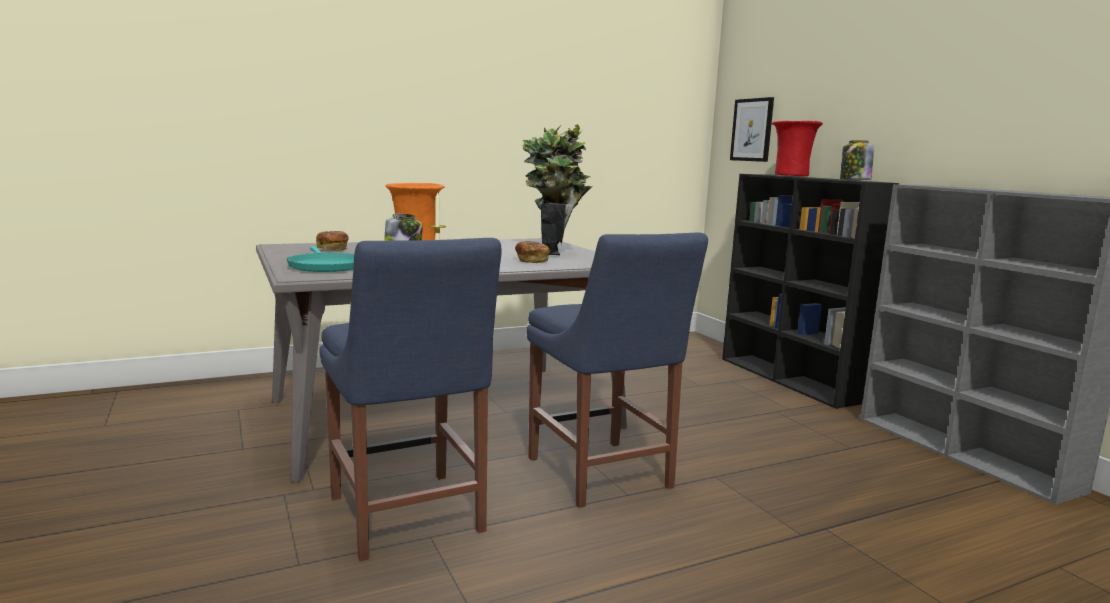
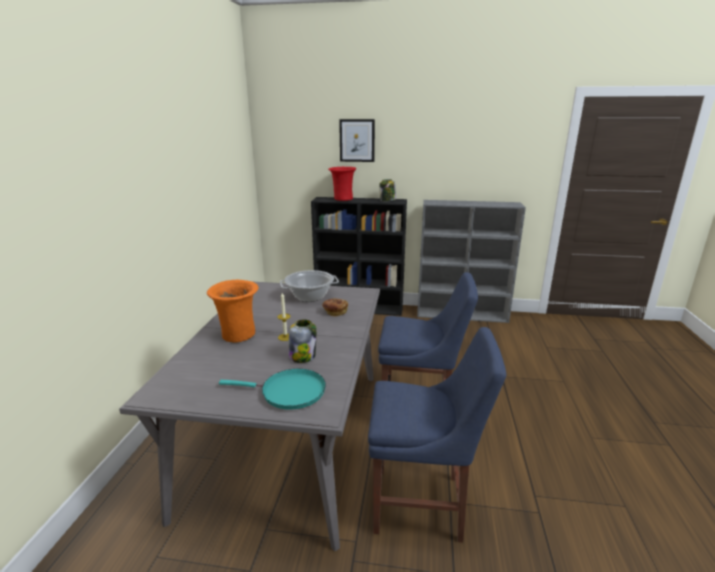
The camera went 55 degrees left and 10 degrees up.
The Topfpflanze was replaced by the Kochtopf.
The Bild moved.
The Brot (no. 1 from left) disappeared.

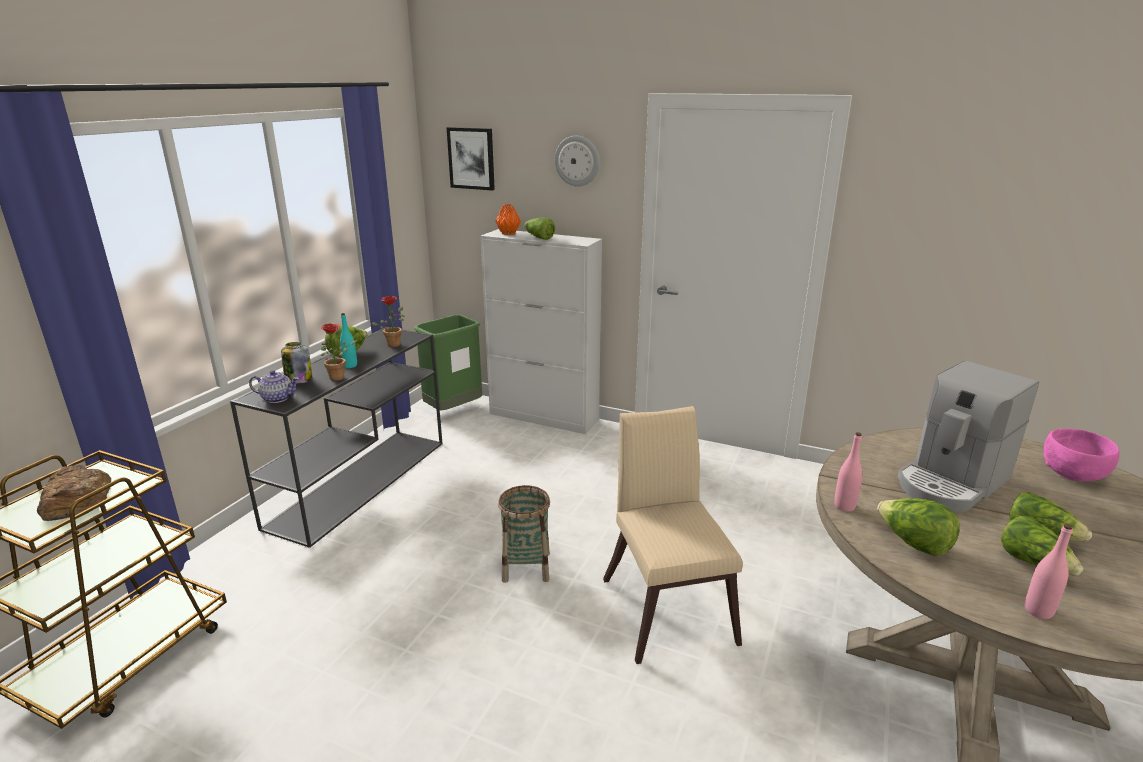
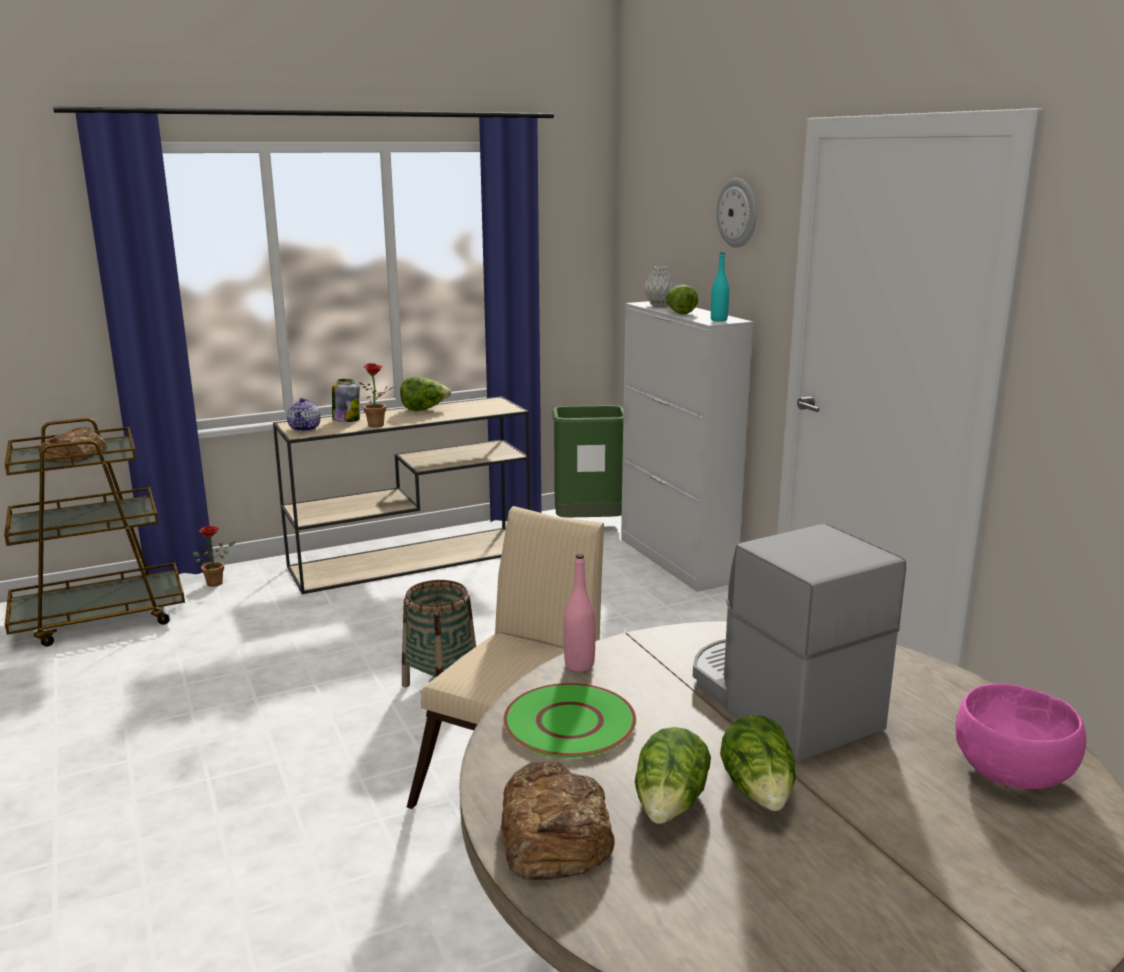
The camera went 40 degrees right and 5 degrees down.
The Topfpflanze (no. 2 from left in the first image) moved.
The Konsolentisch/schwarz became the Konsolentisch/beige.
The Teekanne turned 45 degrees clockwise.
The Flasche/rosa (no. 2 from left) was replaced by the Brot (no. 2 from left).
The Salatkopf (no. 3 from left) was replaced by the Teller/grün.
The Vase/orange became the Vase/grau.
The Kaffeemaschine turned 60 degrees clockwise.
The Flasche/türkis moved.
The Bild disappeared.

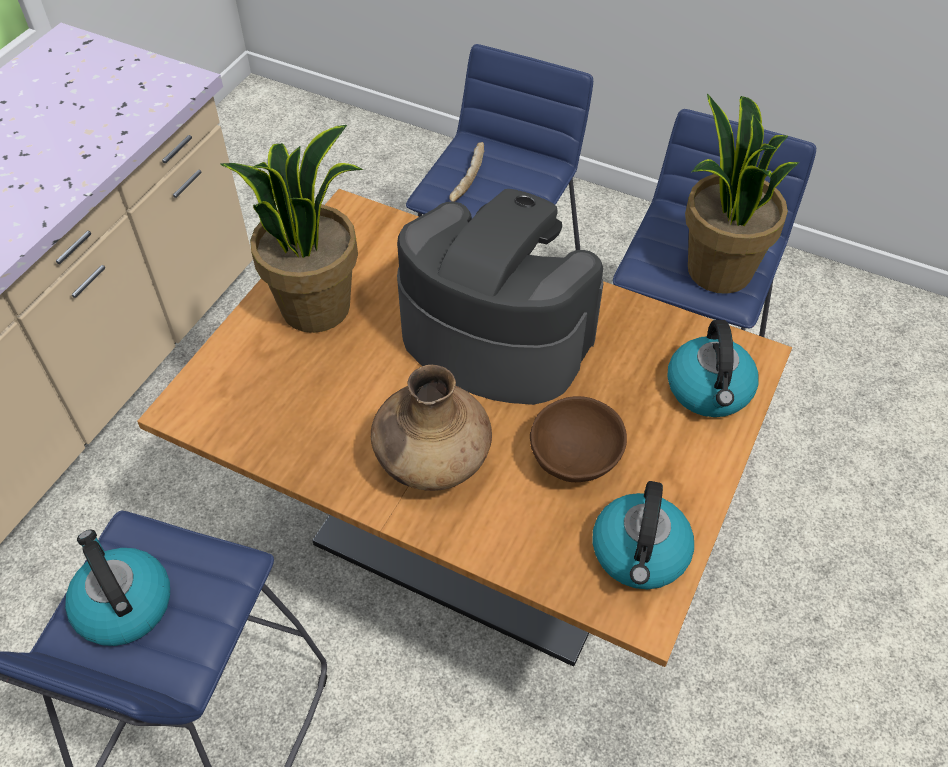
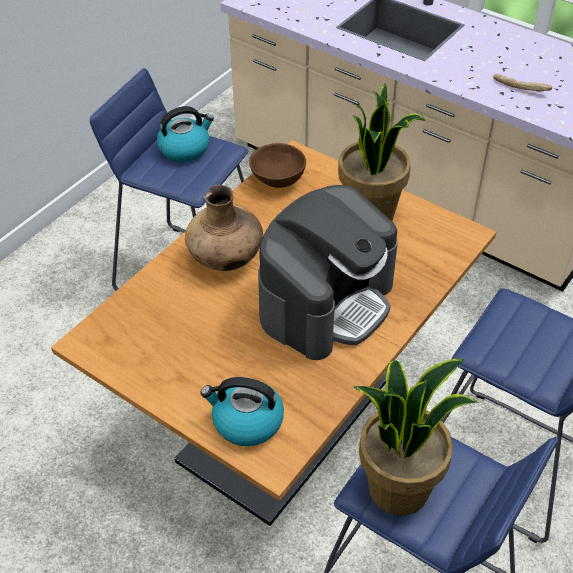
The camera went 100 degrees right and 5 degrees down.
The Schüssel/braun moved.
The Brot moved.
The Wasserkessel (no. 2 from left) disappeared.

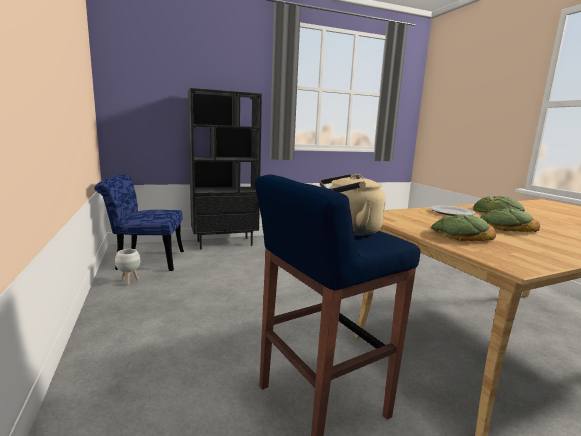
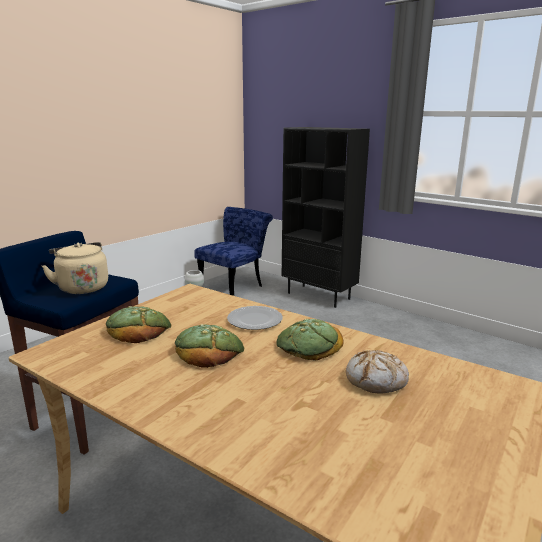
The camera went 60 degrees right and 5 degrees up.
The Stuhl/blau turned 75 degrees clockwise.
The Brot (no. 4 from left) appeared.

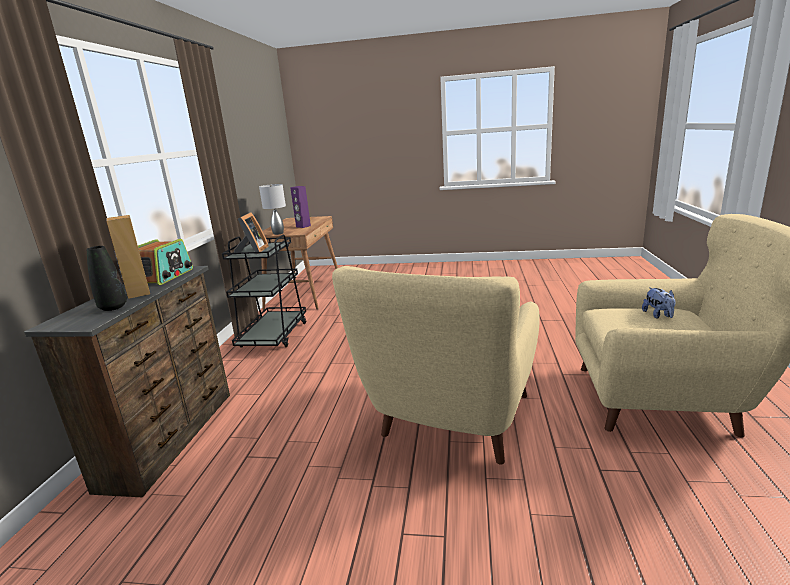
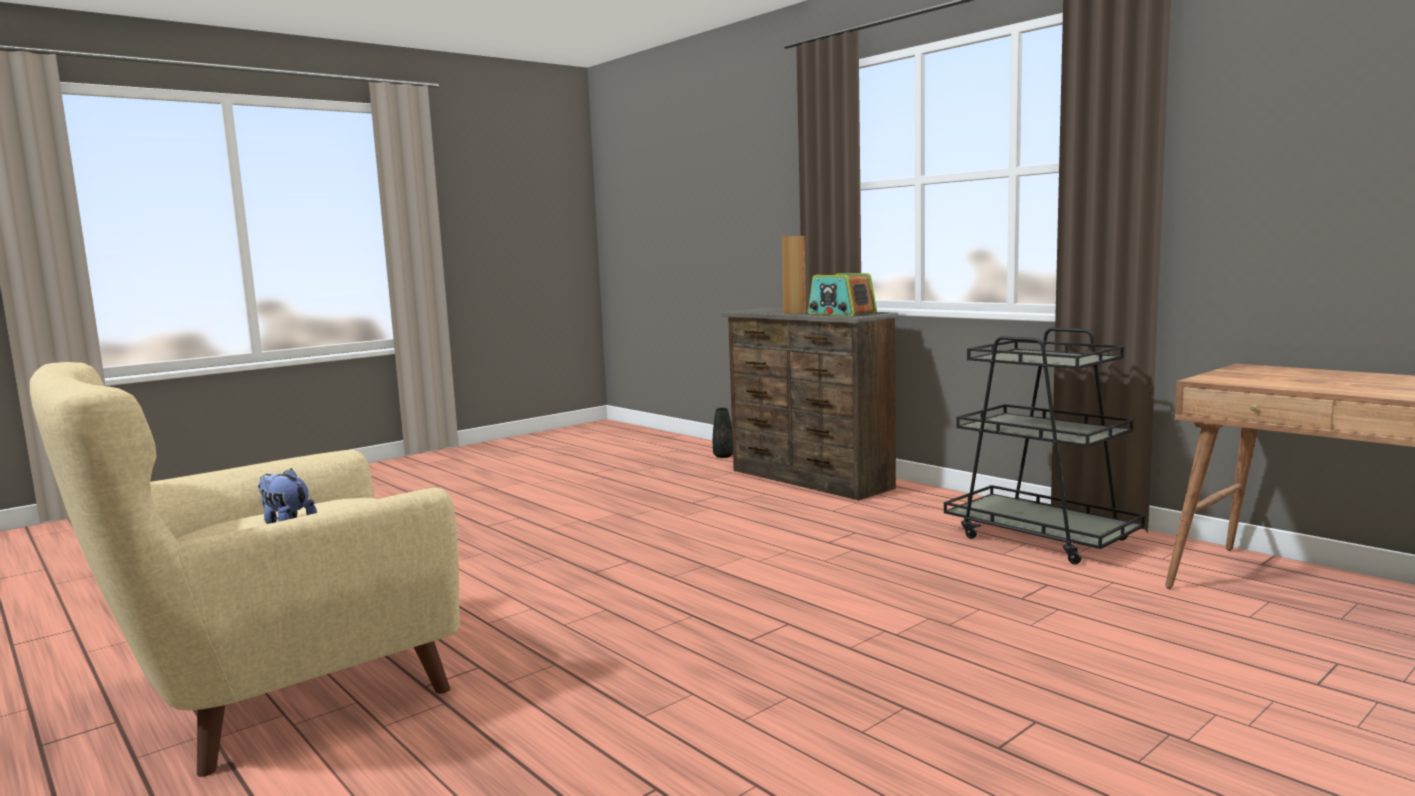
The camera went 130 degrees right and 10 degrees down.
The Vase/schwarz moved.
The Bilderrahmen disappeared.
The Tischlampe/grau disappeared.
The Lautsprecher/lila disappeared.
The Sessel/beige (no. 1 from left) disappeared.

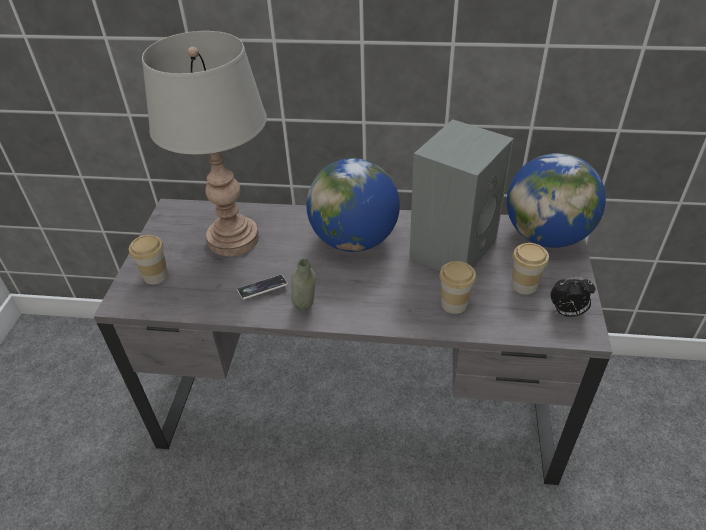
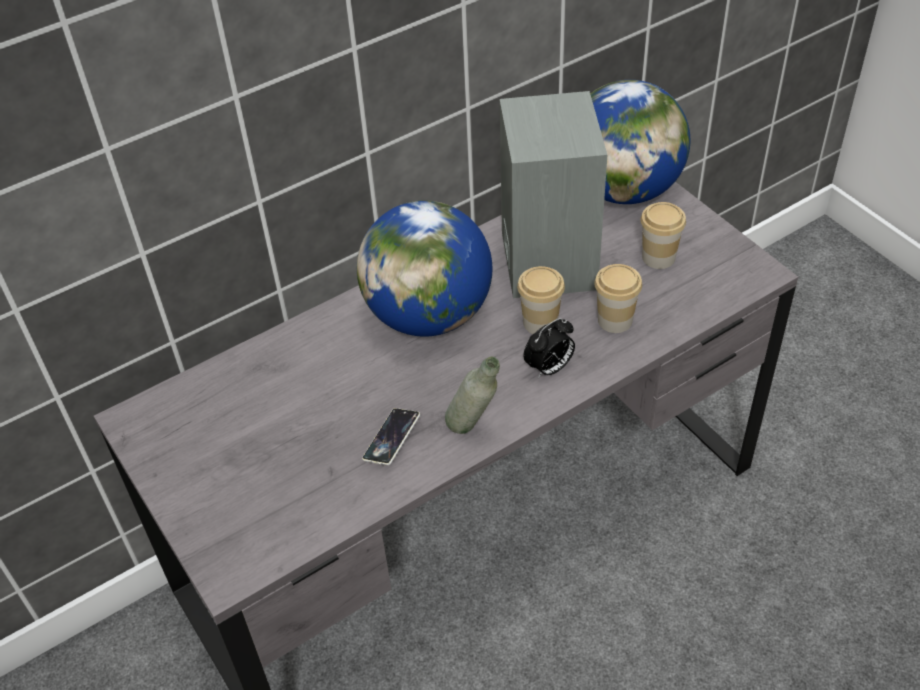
The camera went 40 degrees left and 5 degrees up.
The Tasse (no. 1 from left) moved.
The Wecker moved.
The Tischlampe/grau disappeared.

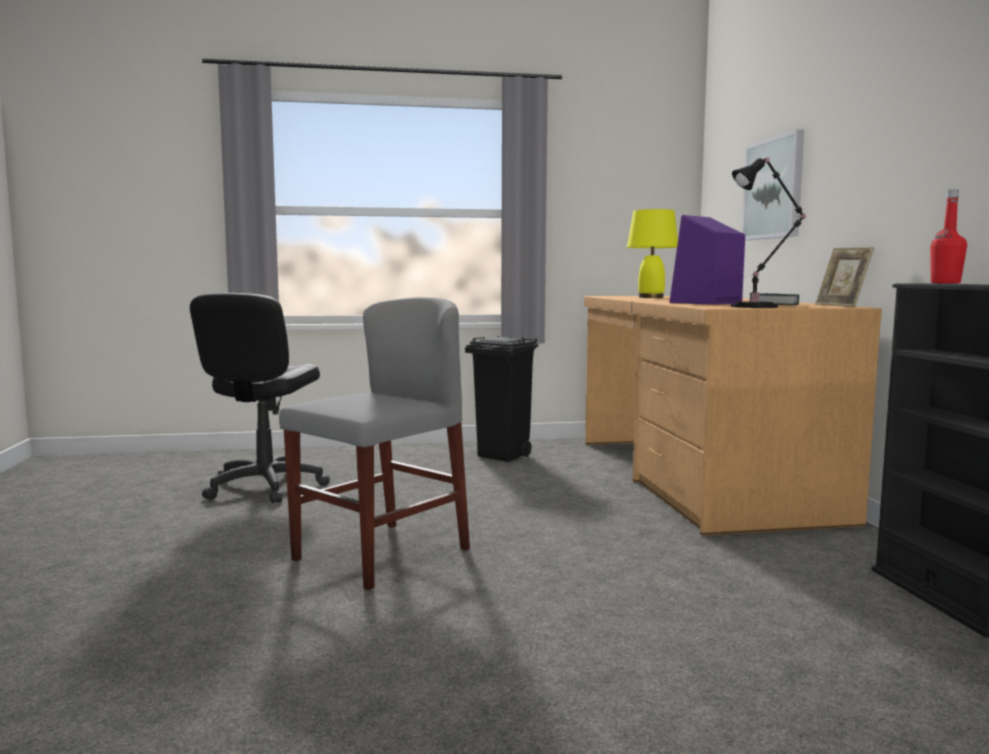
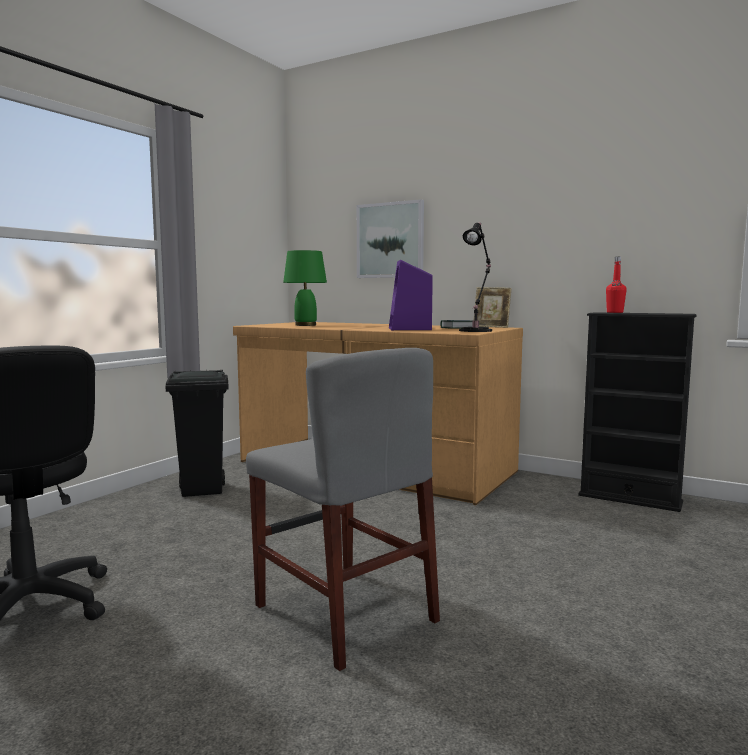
The camera went 50 degrees left and 0 degrees up.
The Stuhl/grau turned 150 degrees clockwise.
The Tischlampe/gelb became the Tischlampe/grün.

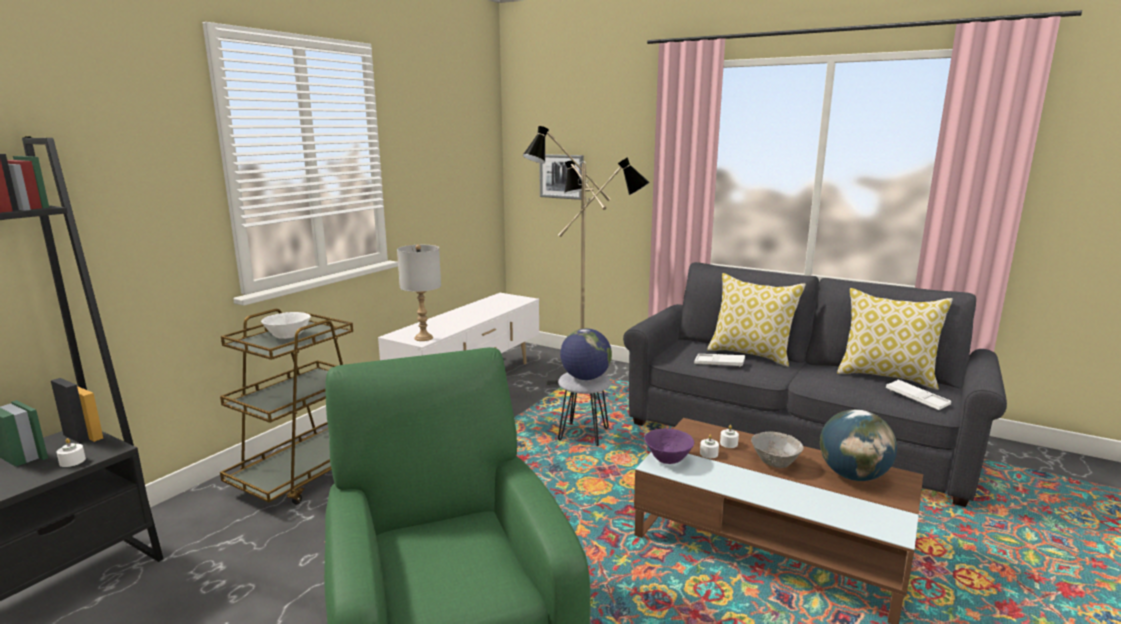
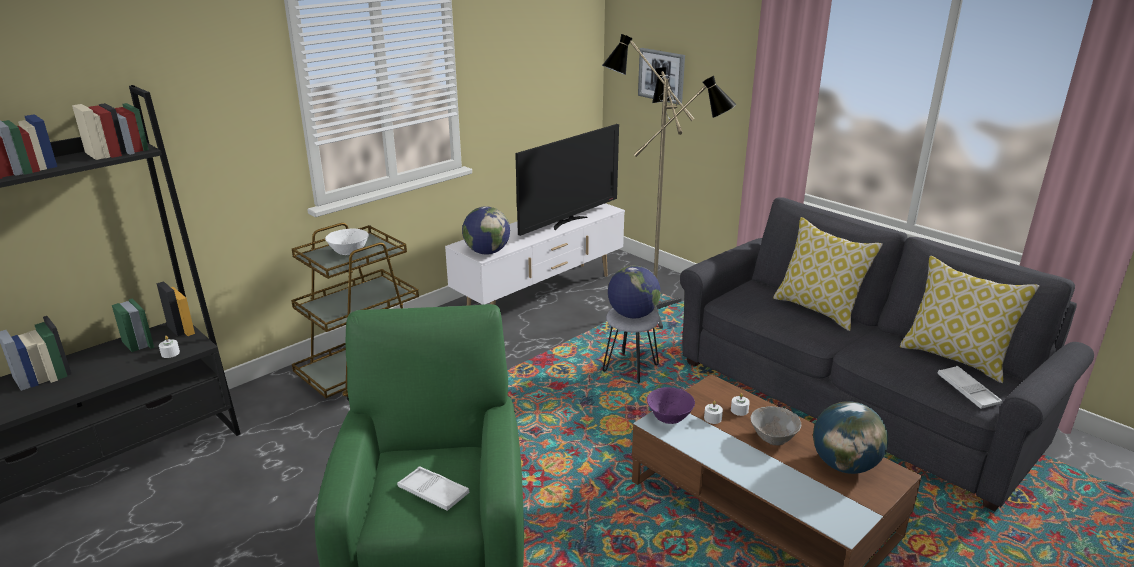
The camera went 15 degrees right and 10 degrees up.
The Tablett/weiß (no. 1 from left) moved.
The Tischlampe/grau was replaced by the Globus (no. 1 from left).
The Fernseher appeared.

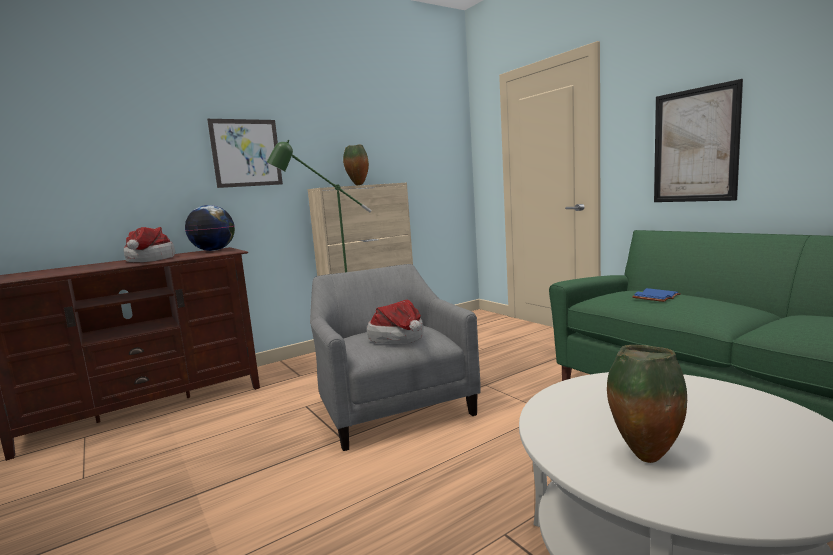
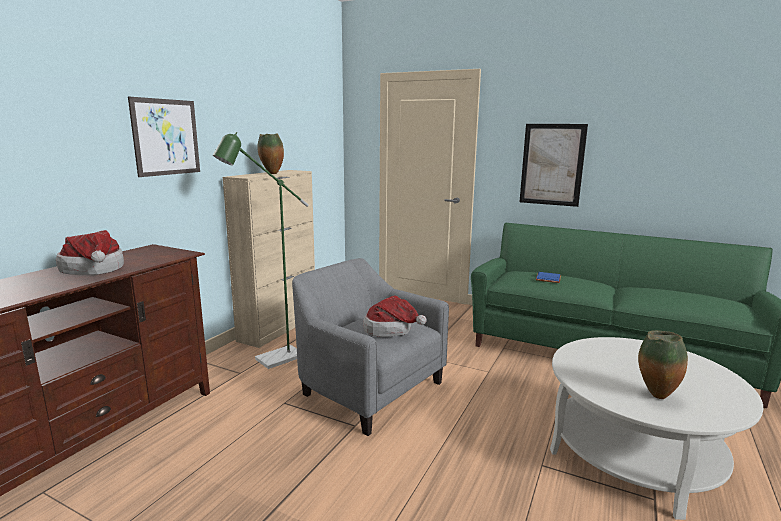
The camera went 30 degrees left and 5 degrees up.
The Globus disappeared.

